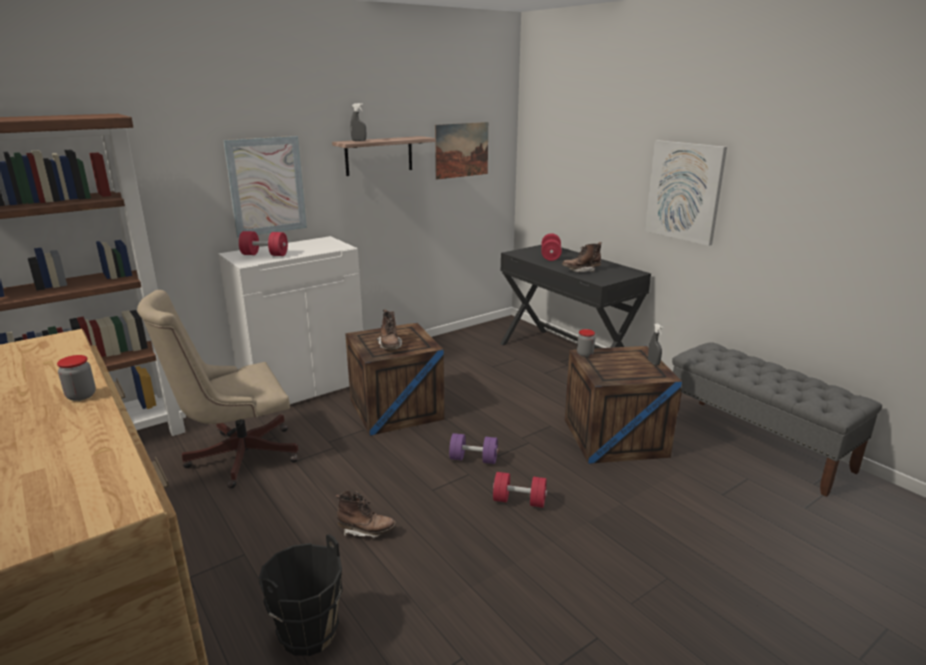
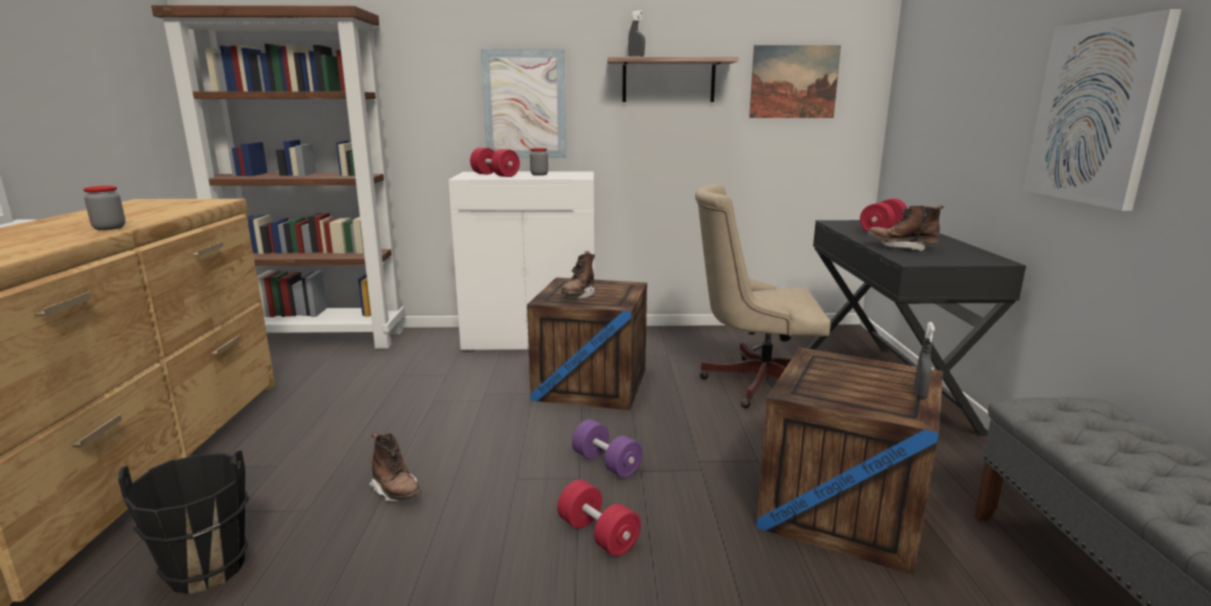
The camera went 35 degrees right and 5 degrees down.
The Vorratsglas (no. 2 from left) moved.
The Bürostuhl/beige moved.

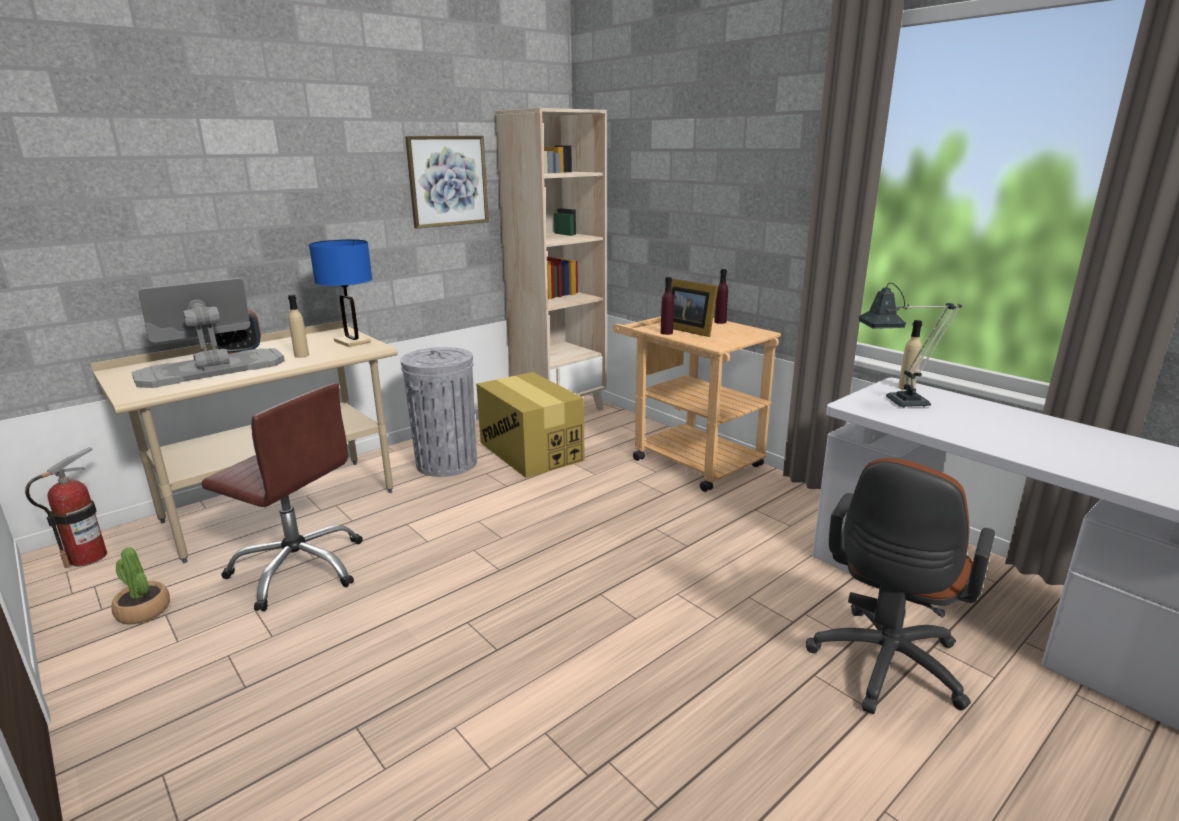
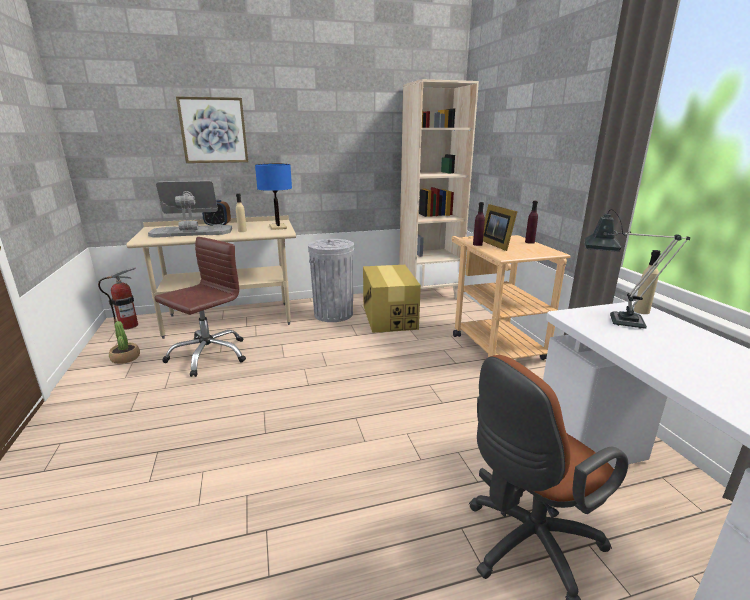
The camera went 25 degrees right and 0 degrees up.
The Bürostuhl/braun (no. 1 from left) turned 105 degrees counterclockwise.
The Bild moved.

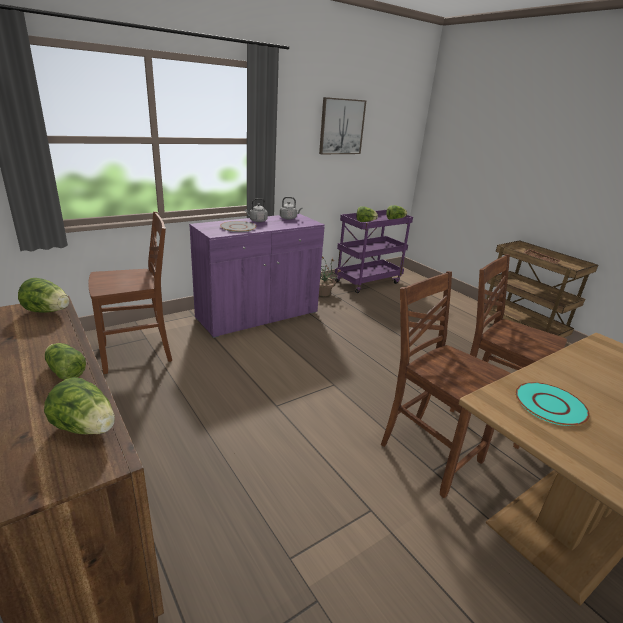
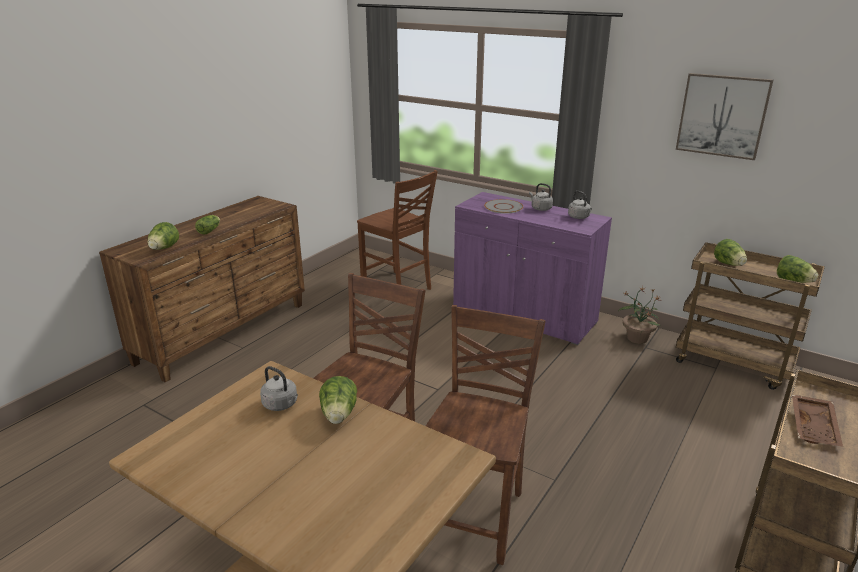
The camera went 70 degrees right and 0 degrees up.
The Teller/türkis was replaced by the Wasserkessel/grau (no. 1 from left).
The Salatkopf (no. 1 from left in the first image) moved.
The Rollwagen/lila became the Rollwagen/braun (no. 1 from left).

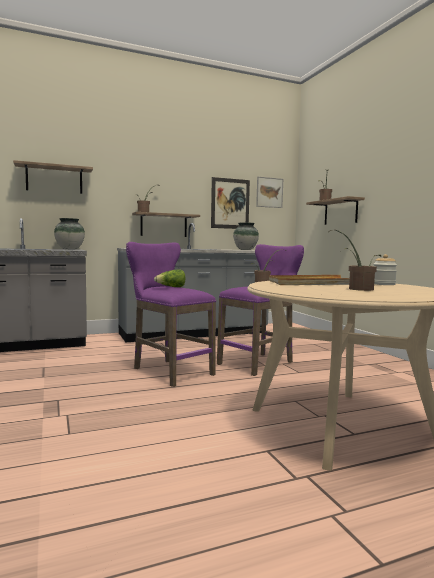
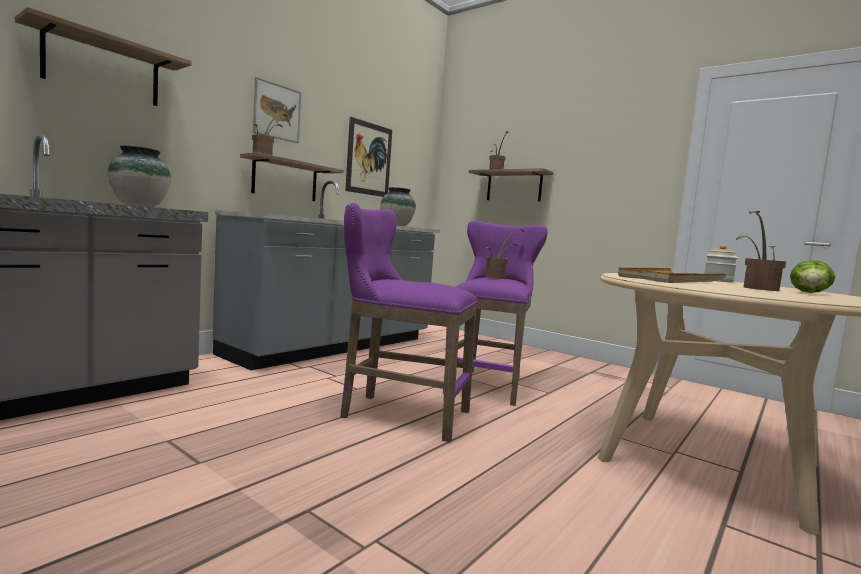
The camera went 30 degrees left and 0 degrees up.
The Bild (no. 2 from left in the first image) moved.
The Salatkopf moved.

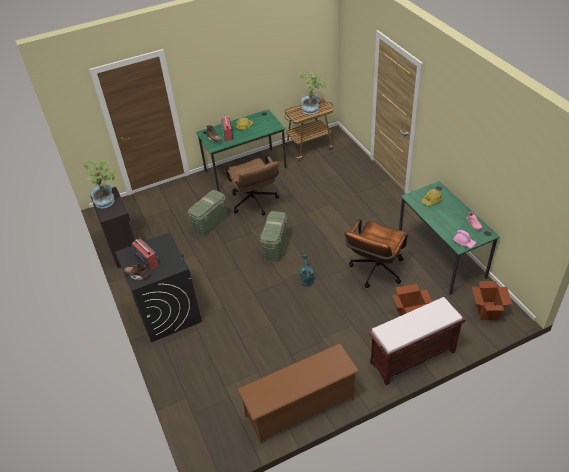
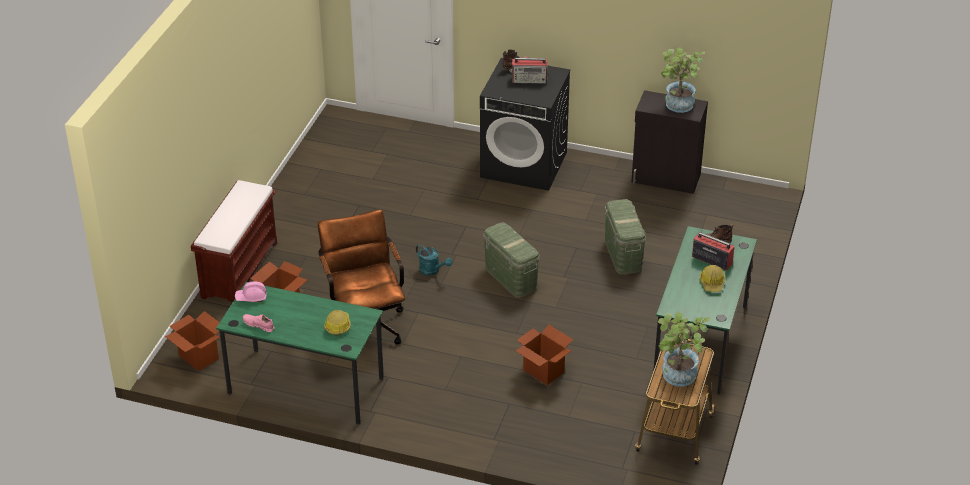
The camera went 130 degrees right and 5 degrees down.
The Karton (no. 3 from left) appeared.
The Bürostuhl/braun (no. 1 from left) disappeared.
The Schuhregal/braun disappeared.

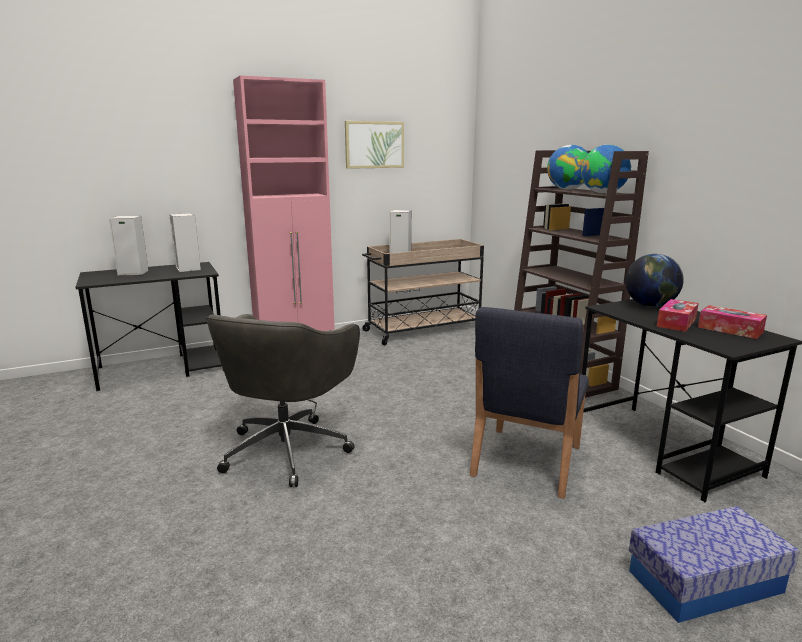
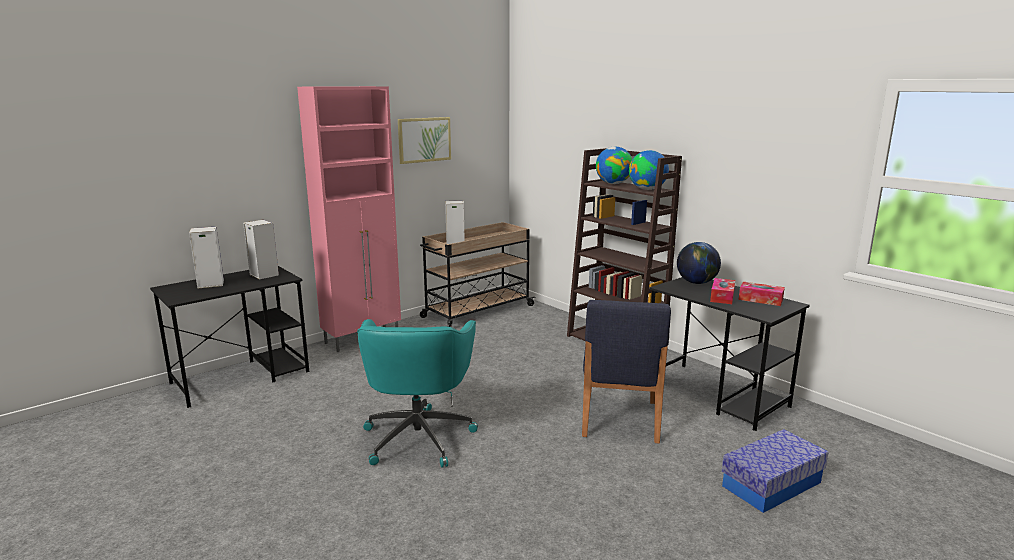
The camera went 15 degrees left and 0 degrees up.
The Bürostuhl/grau became the Bürostuhl/türkis.

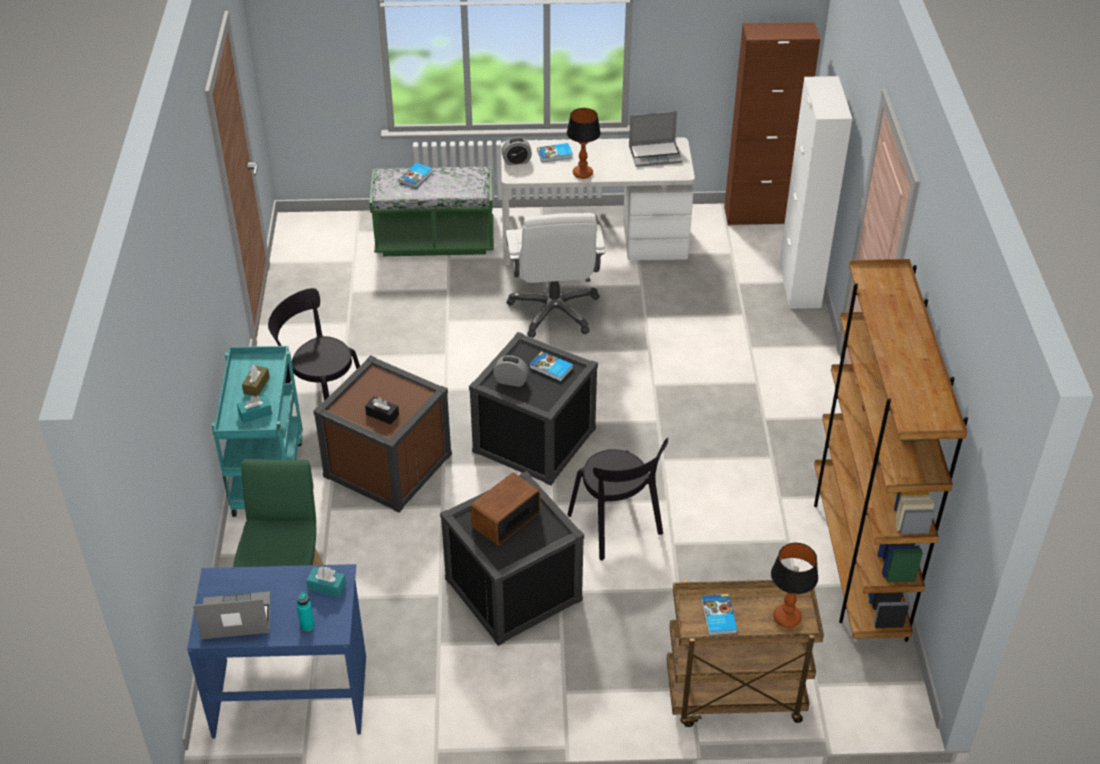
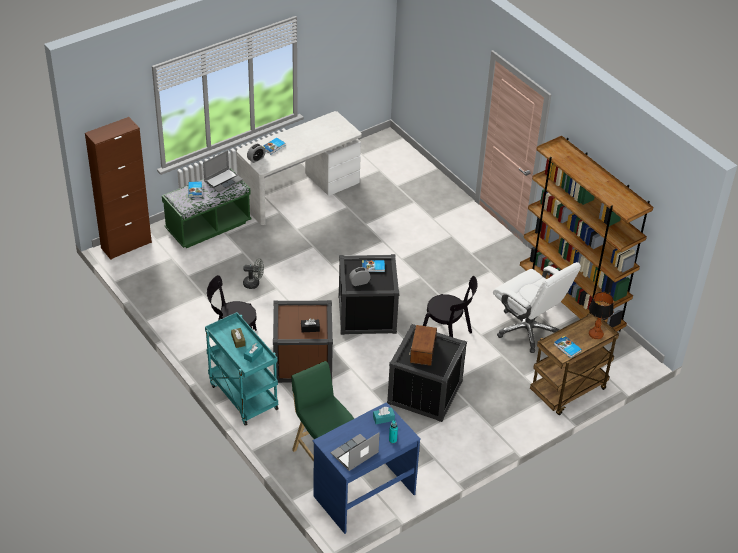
The camera went 35 degrees left and 0 degrees up.
The Schrank/braun moved.
The Laptop (no. 2 from left in the first image) moved.
The Ventilator/grau appeared.
The Bürostuhl/weiß moved.
The Tischlampe (no. 1 from left) disappeared.
The Schrank/weiß disappeared.

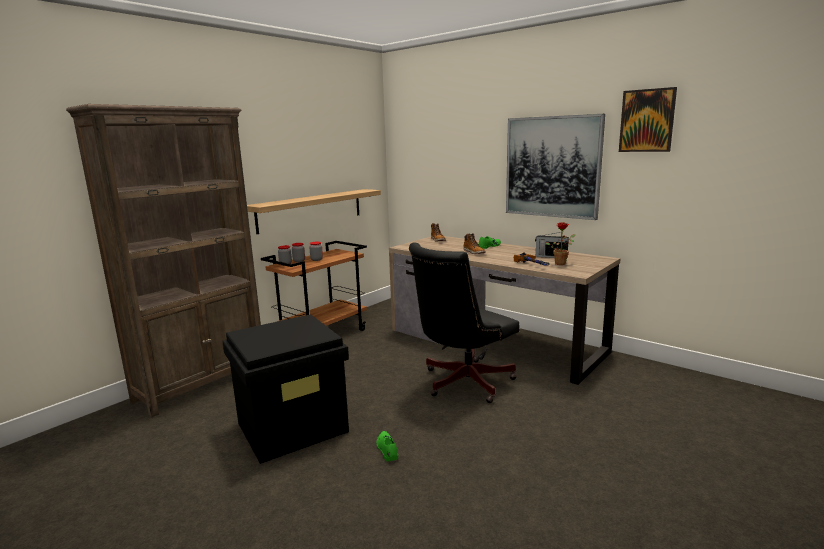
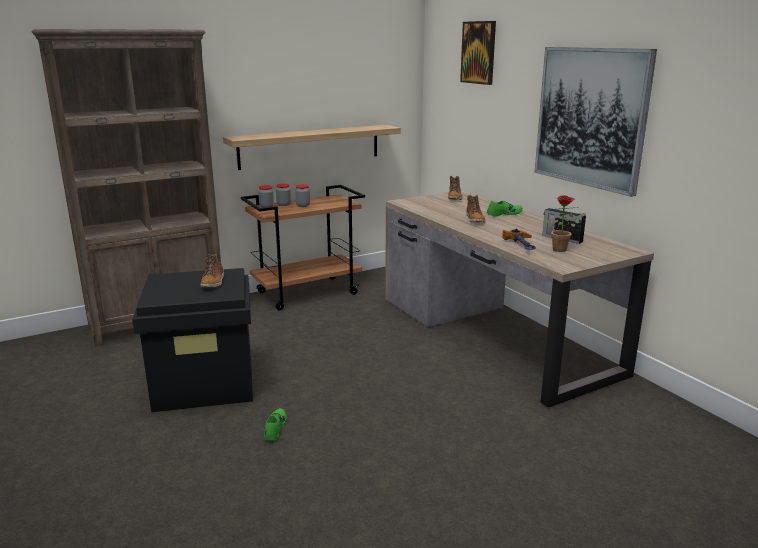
The camera went 20 degrees right and 5 degrees up.
The Stiefel (no. 1 from left) appeared.
The Bild (no. 2 from left in the first image) moved.
The Bürostuhl/schwarz disappeared.

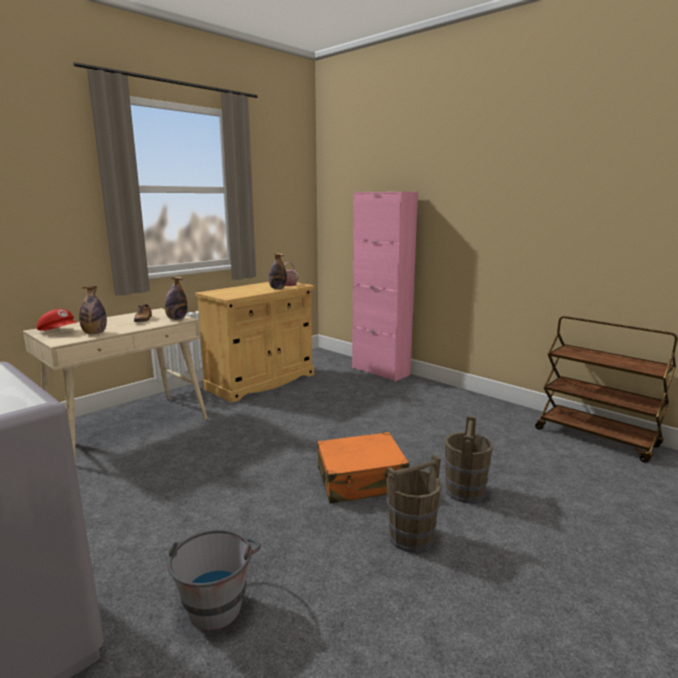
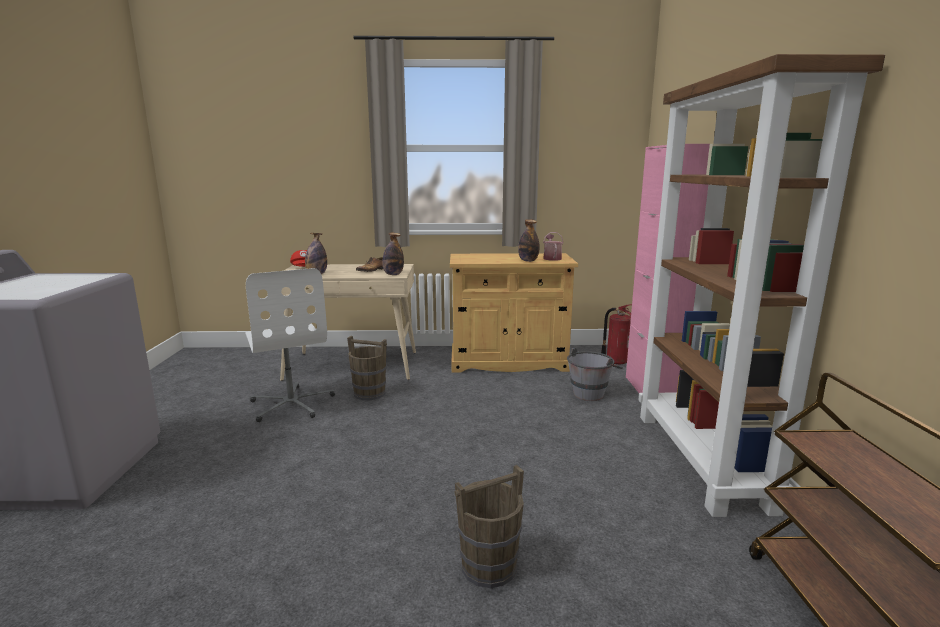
The camera went 45 degrees right and 0 degrees up.
The Bürostuhl/weiß appeared.
The Eimer/braun (no. 1 from left) moved.
The Eimer/grau moved.
The Feuerlöscher appeared.
The Bücherregal/braun appeared.
The Koffer/orange disappeared.

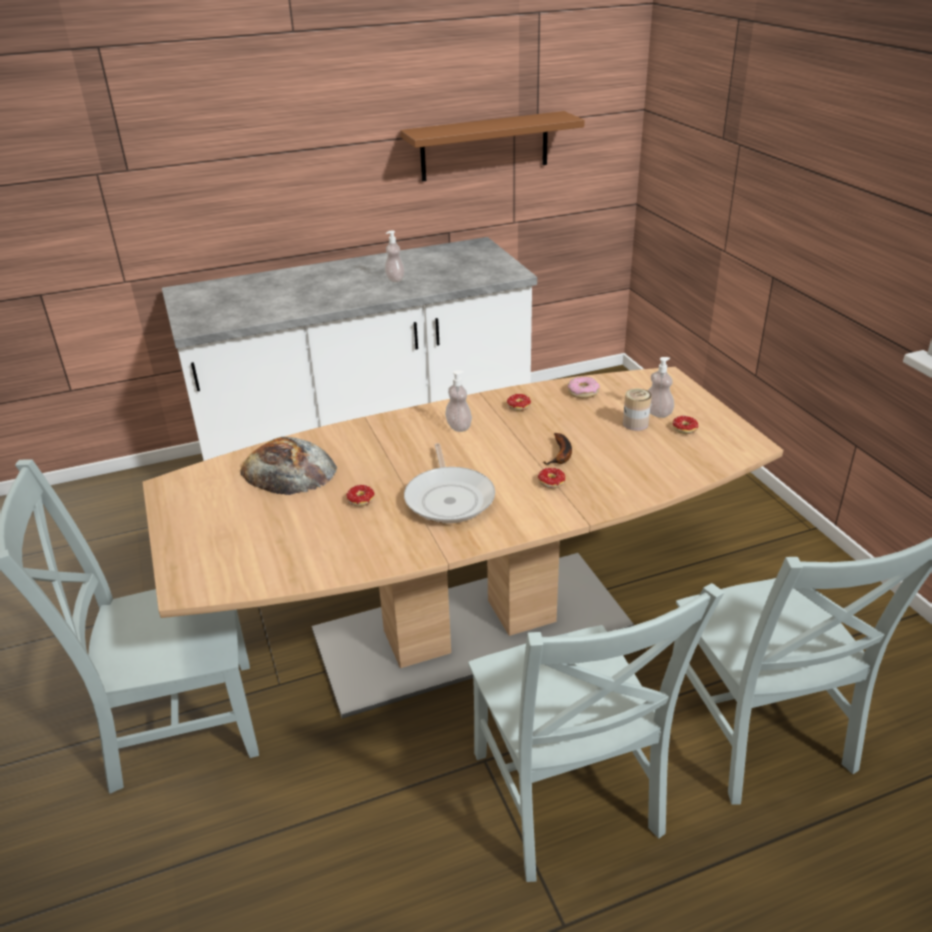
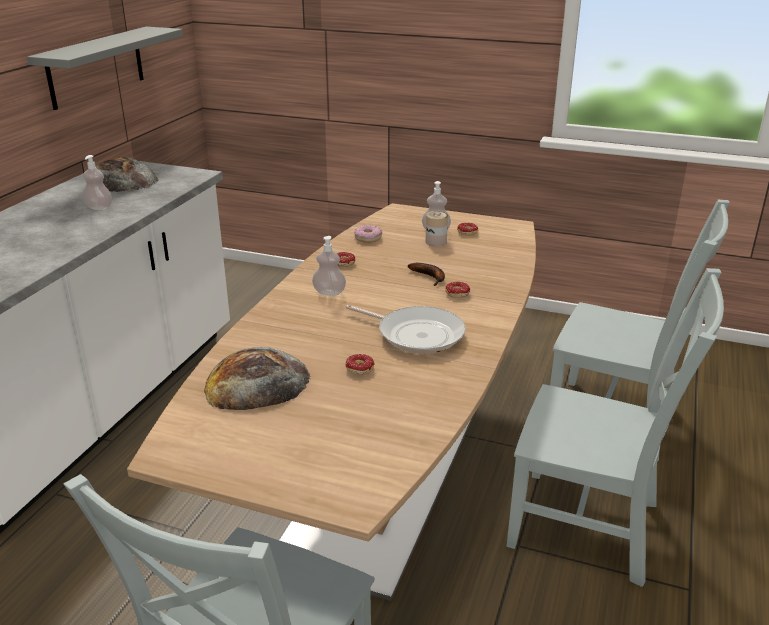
The camera went 50 degrees left and 5 degrees down.
The Wandregal/braun became the Wandregal/grau.
The Brot (no. 1 from left) appeared.

